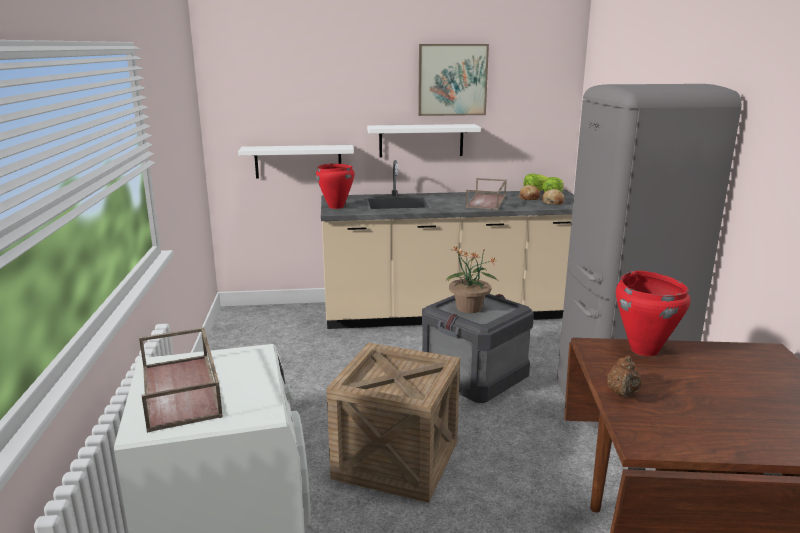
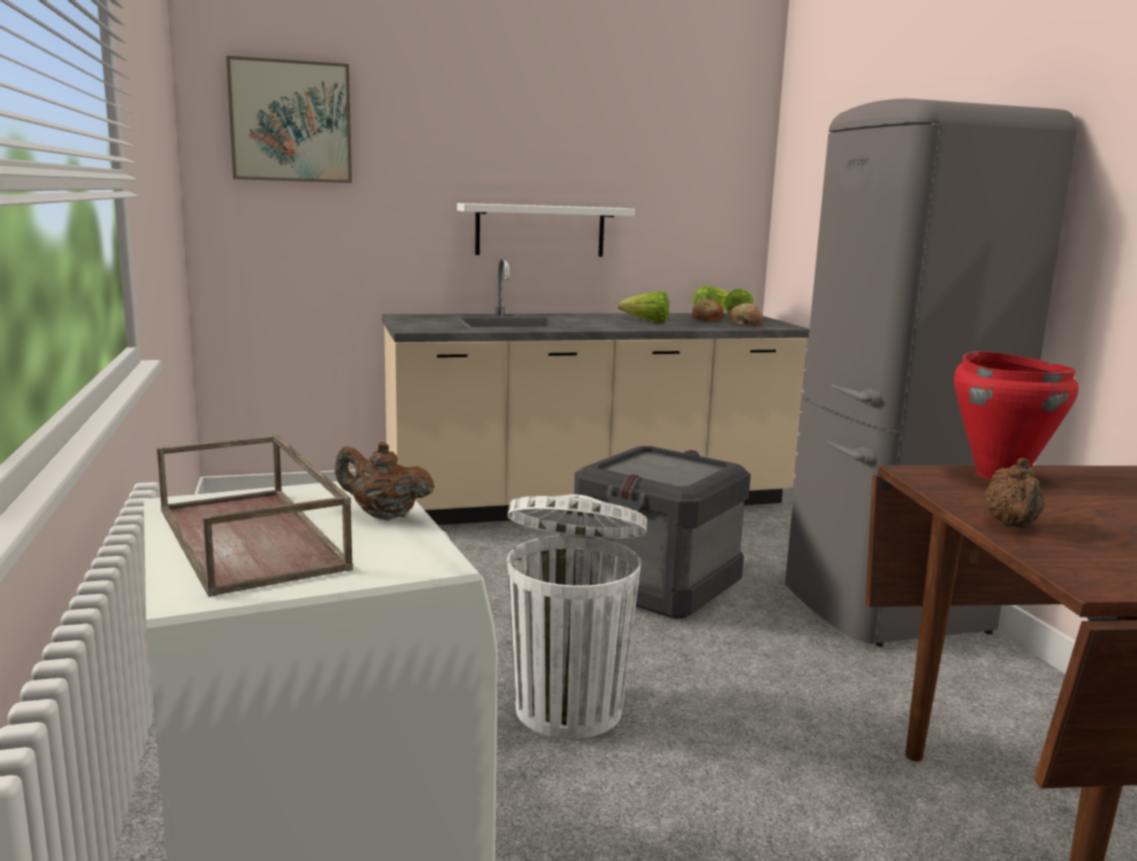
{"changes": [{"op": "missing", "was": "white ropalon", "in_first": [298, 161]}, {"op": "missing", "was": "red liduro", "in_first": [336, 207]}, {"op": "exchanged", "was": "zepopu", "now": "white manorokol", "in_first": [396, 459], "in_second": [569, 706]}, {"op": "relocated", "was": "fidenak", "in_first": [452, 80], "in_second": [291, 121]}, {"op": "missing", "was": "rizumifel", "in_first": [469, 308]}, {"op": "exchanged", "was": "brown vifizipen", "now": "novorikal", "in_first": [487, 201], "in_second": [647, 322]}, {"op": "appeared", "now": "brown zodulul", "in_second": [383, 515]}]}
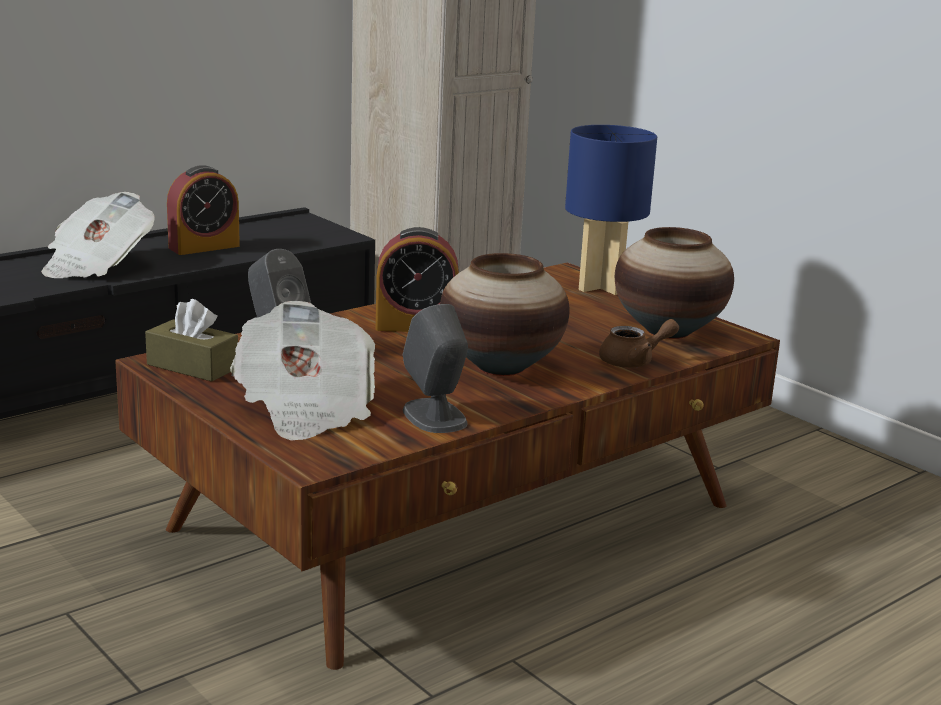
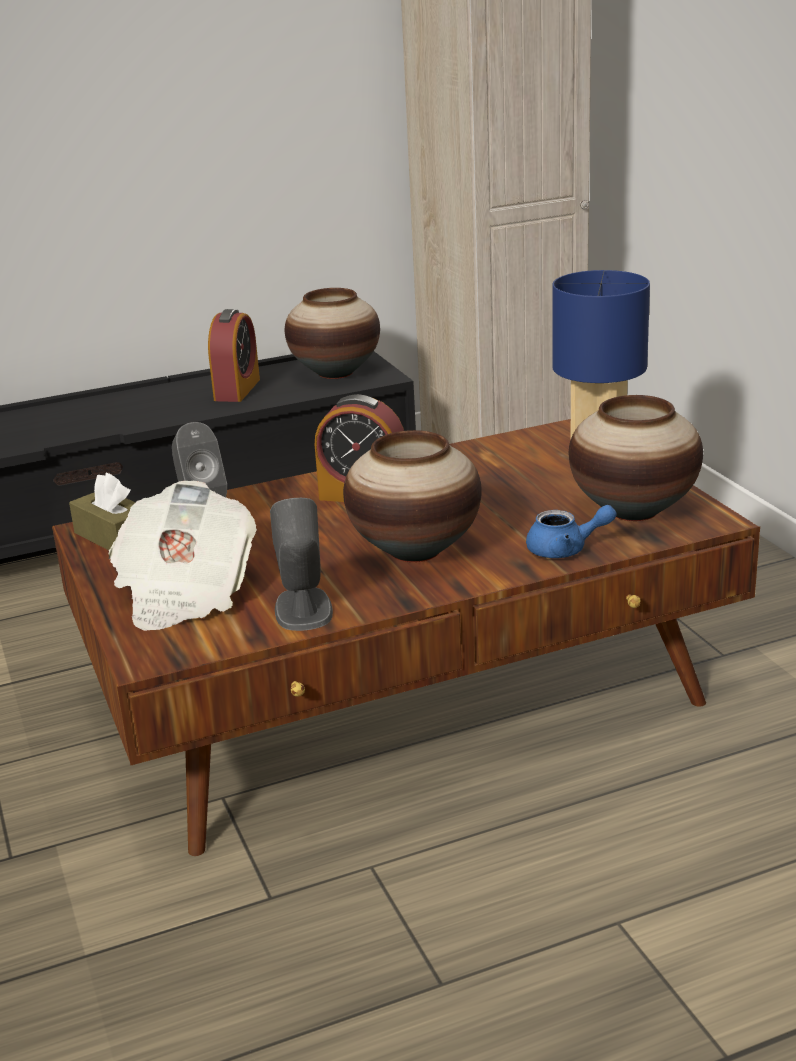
{"changes": [{"op": "missing", "was": "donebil", "in_first": [96, 266]}, {"op": "spun", "was": "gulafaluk", "in_first": [204, 247], "in_second": [237, 390], "clockwise": -60}, {"op": "colour", "was": "brown zodulul", "now": "blue zodulul", "in_first": [634, 361], "in_second": [565, 550]}, {"op": "appeared", "now": "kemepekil", "in_second": [336, 372]}]}
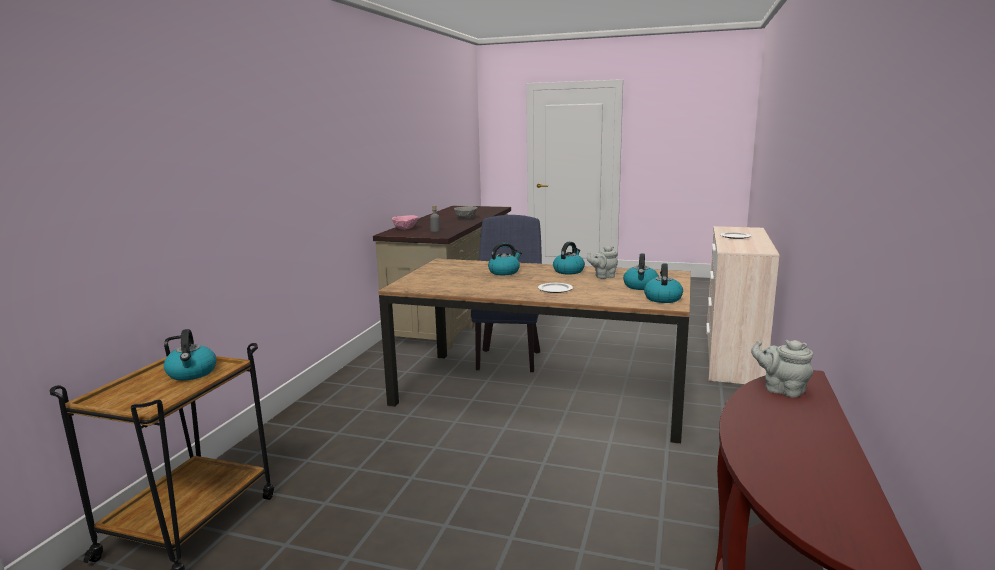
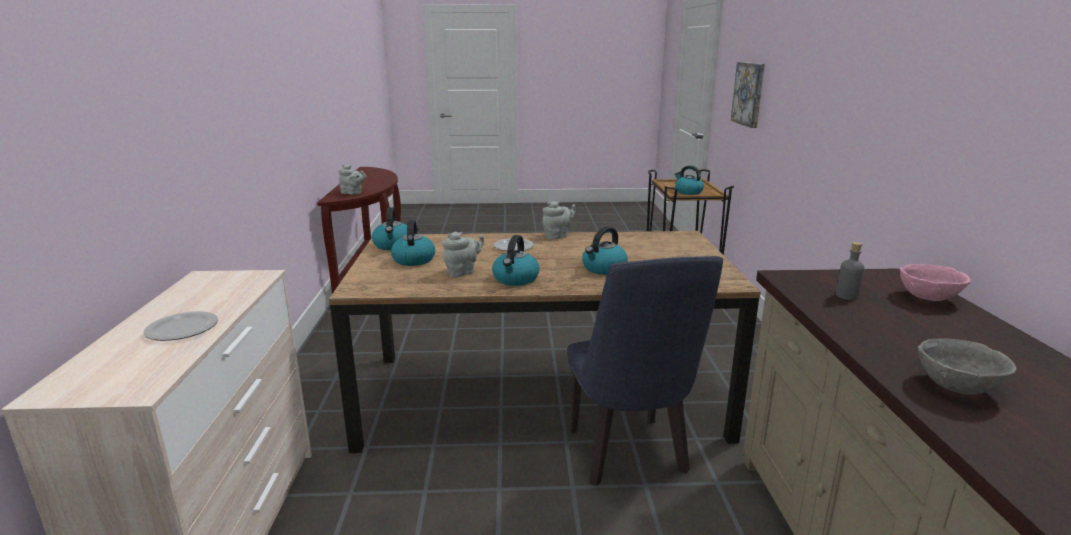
{"changes": [{"op": "appeared", "now": "grey zodulul", "in_second": [557, 236]}, {"op": "appeared", "now": "fidenak", "in_second": [749, 94]}]}
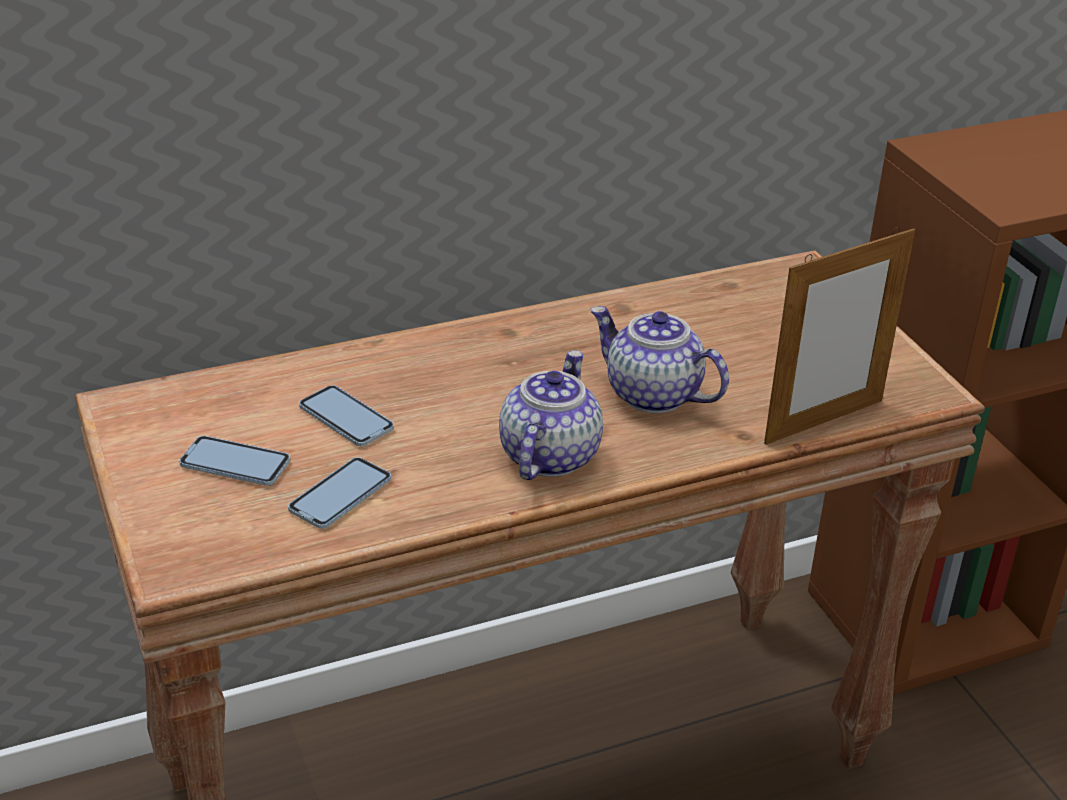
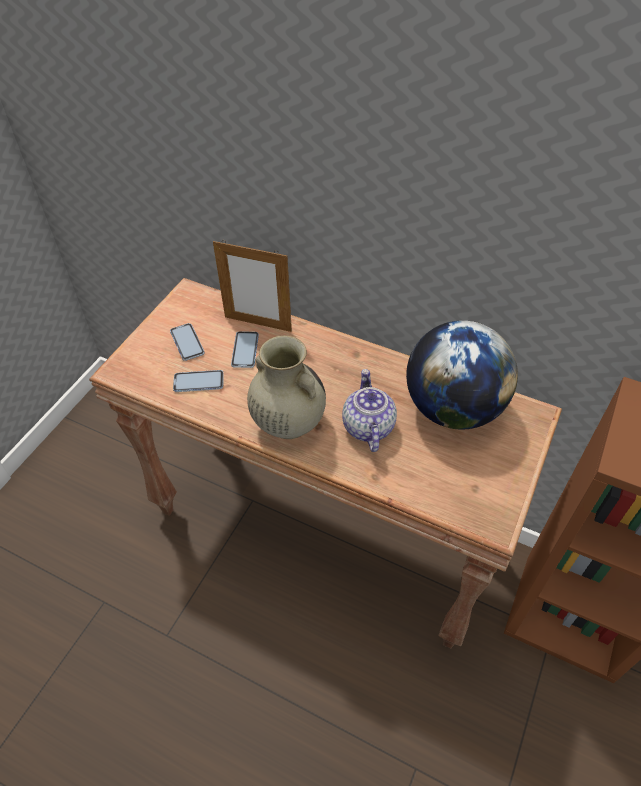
{"changes": [{"op": "exchanged", "was": "zodulul", "now": "beige kemepekil", "in_first": [548, 455], "in_second": [287, 422]}, {"op": "relocated", "was": "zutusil", "in_first": [823, 421], "in_second": [258, 324]}, {"op": "appeared", "now": "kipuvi", "in_second": [452, 408]}]}
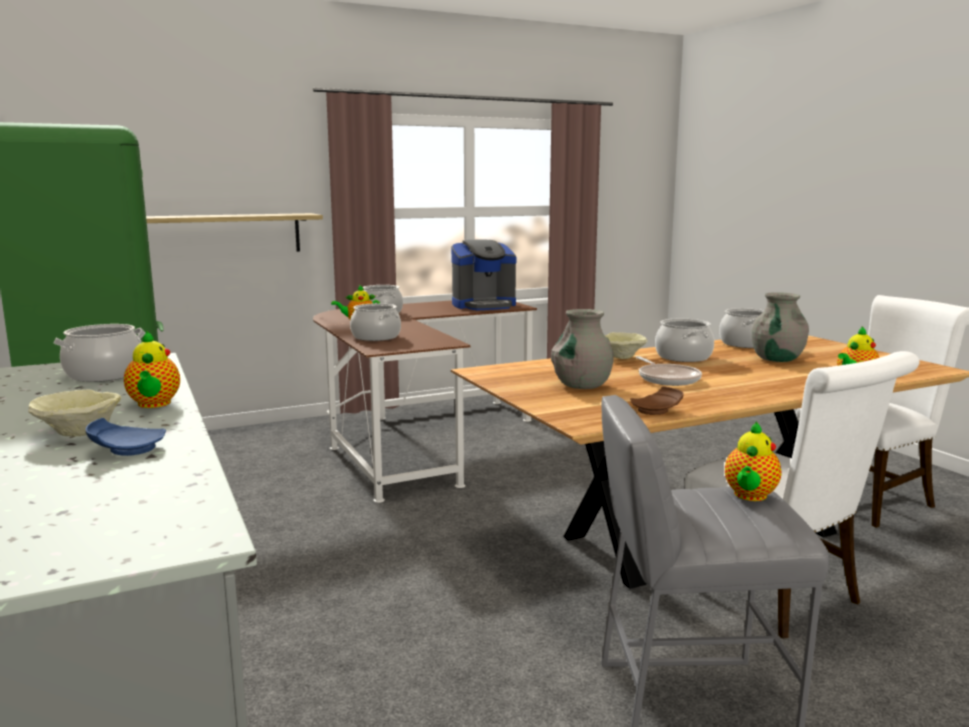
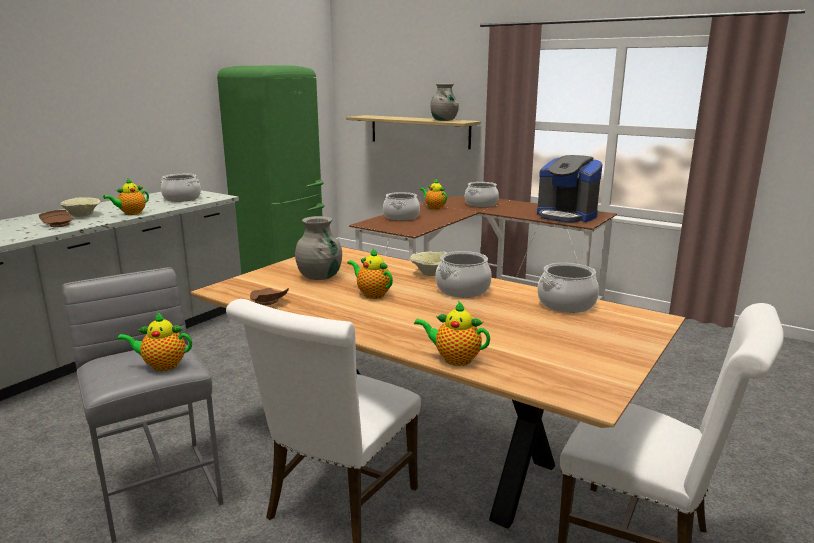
{"changes": [{"op": "colour", "was": "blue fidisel", "now": "brown fidisel", "in_first": [127, 449], "in_second": [59, 224]}, {"op": "exchanged", "was": "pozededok", "now": "zodulul", "in_first": [667, 378], "in_second": [372, 294]}, {"op": "relocated", "was": "grey kemepekil", "in_first": [777, 359], "in_second": [444, 120]}]}
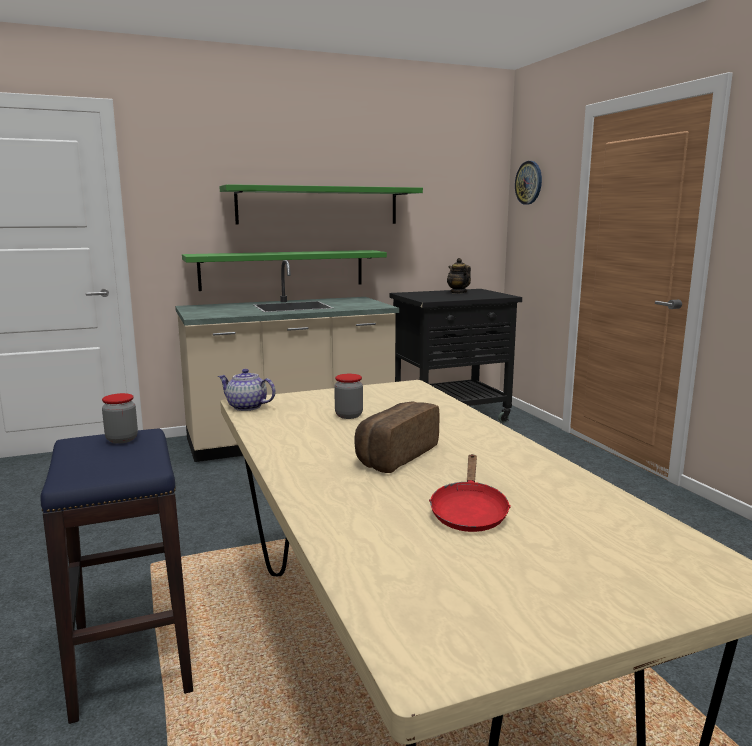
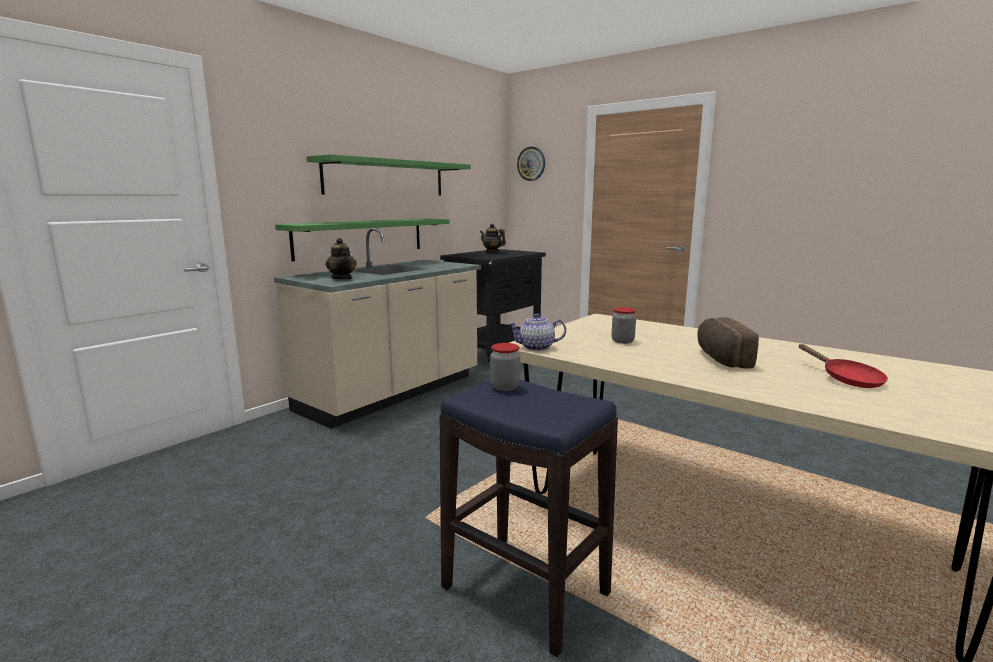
{"changes": [{"op": "appeared", "now": "zodulul", "in_second": [342, 278]}]}
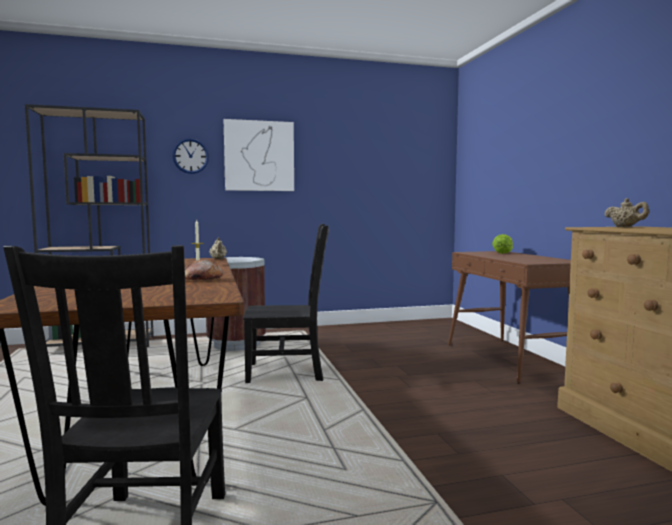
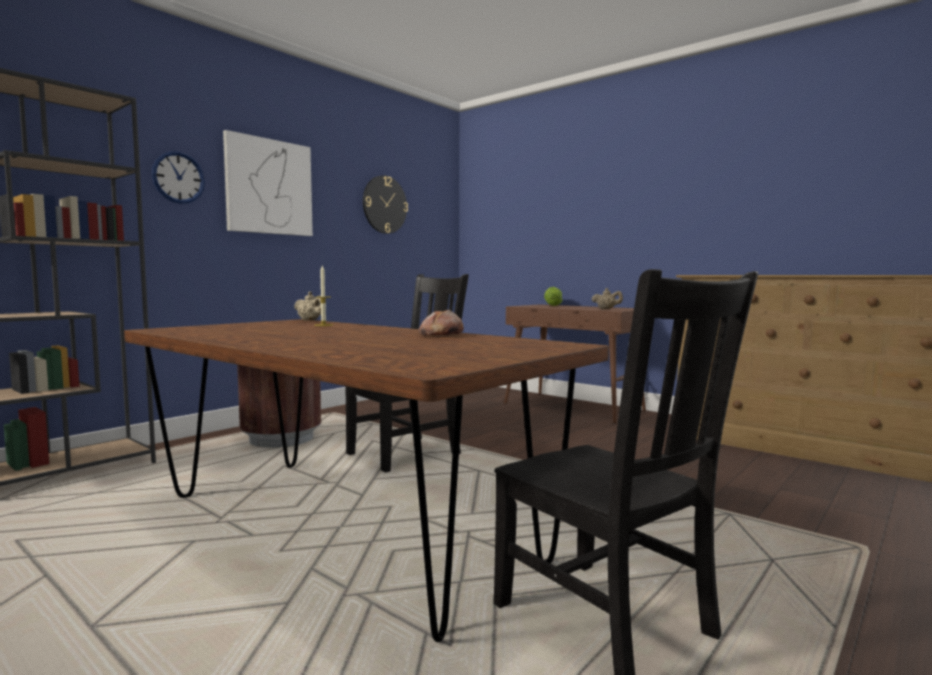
{"changes": [{"op": "relocated", "was": "beige zodulul", "in_first": [625, 227], "in_second": [606, 309]}, {"op": "appeared", "now": "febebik", "in_second": [384, 204]}]}
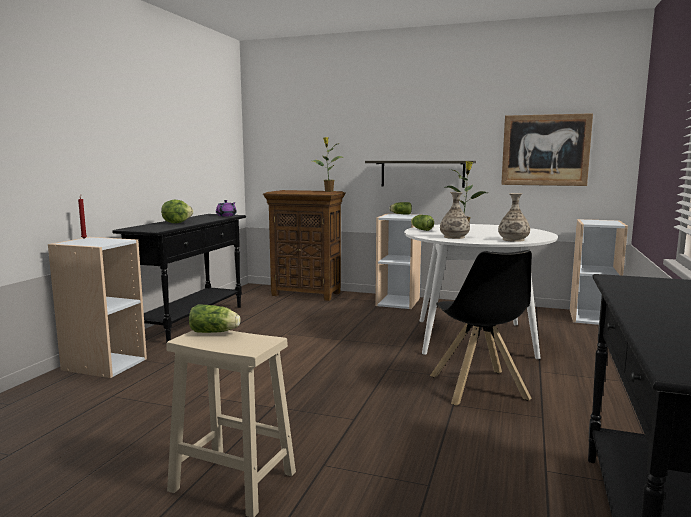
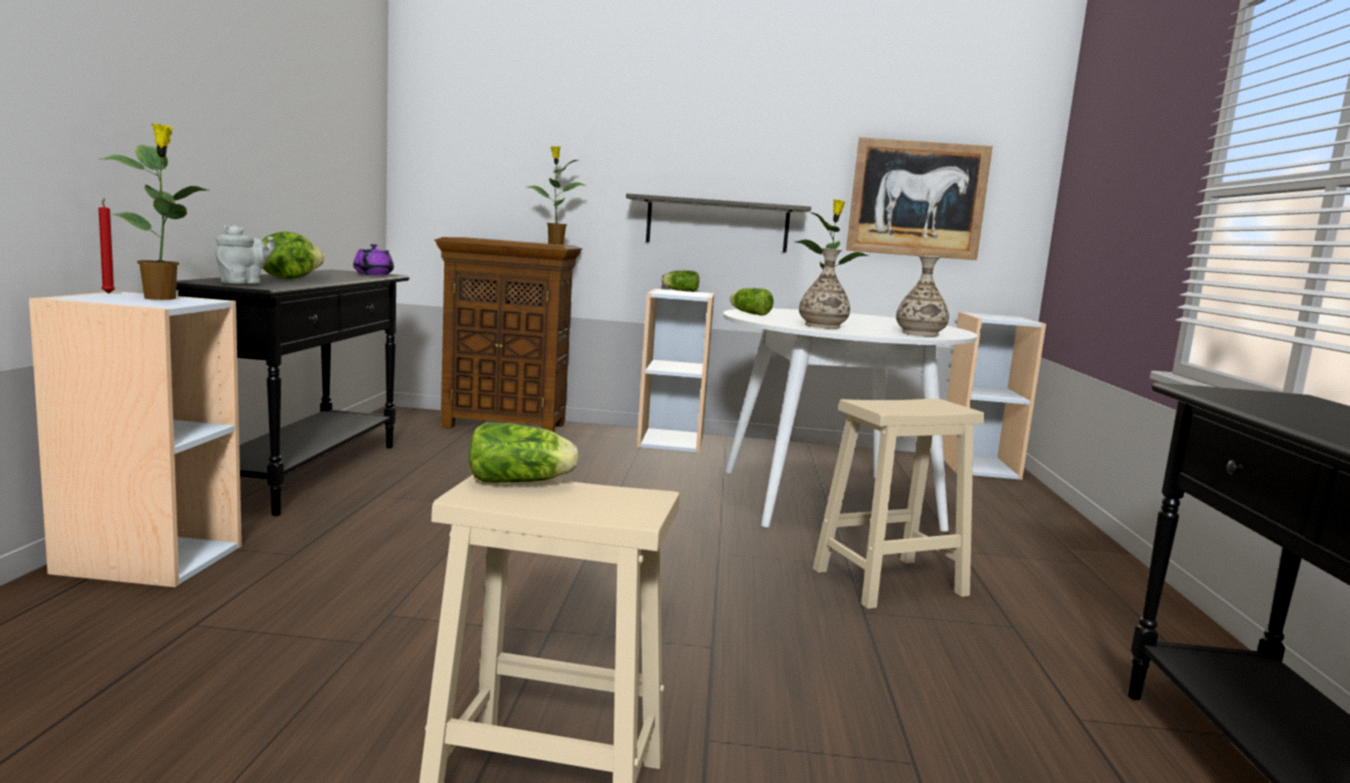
{"changes": [{"op": "exchanged", "was": "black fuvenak", "now": "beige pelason", "in_first": [479, 388], "in_second": [887, 582]}, {"op": "appeared", "now": "rizumifel", "in_second": [161, 298]}, {"op": "appeared", "now": "grey zodulul", "in_second": [244, 283]}]}
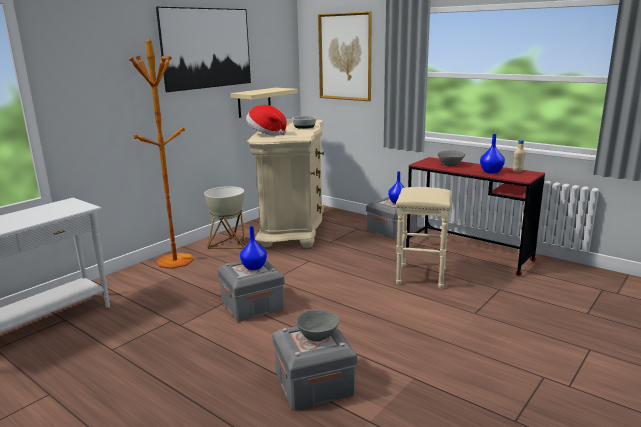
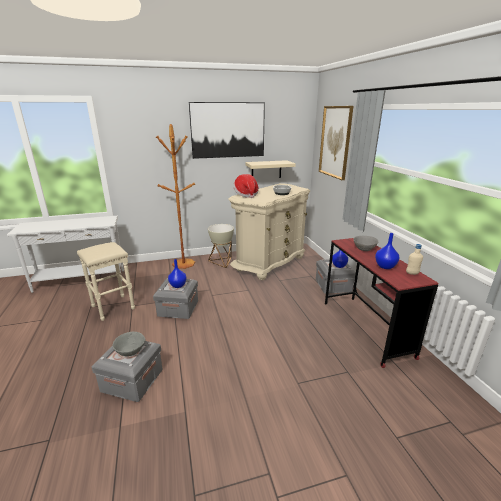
{"changes": [{"op": "relocated", "was": "beige pelason", "in_first": [420, 277], "in_second": [112, 307]}]}
